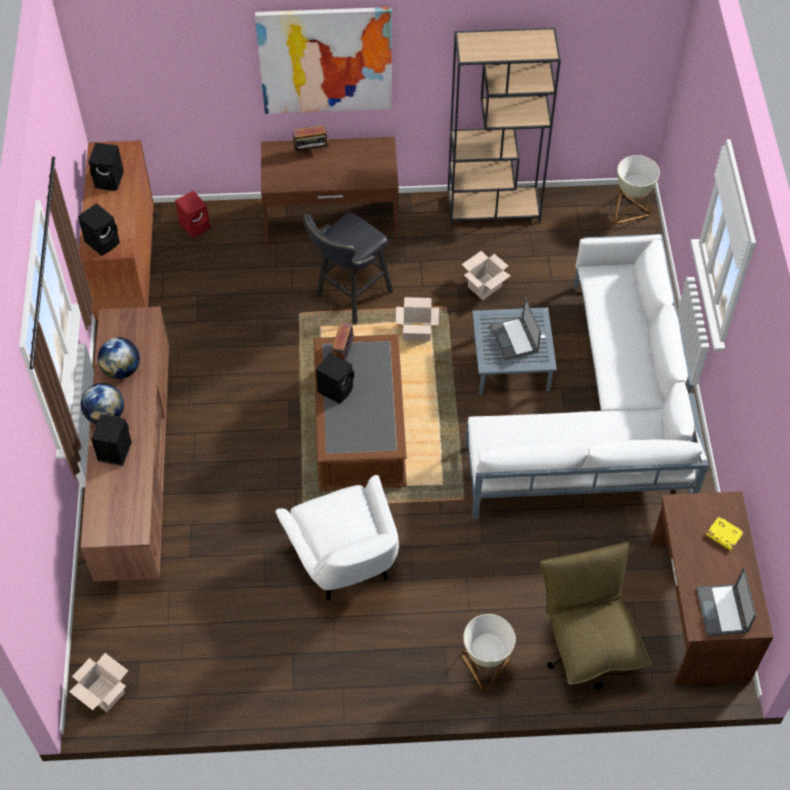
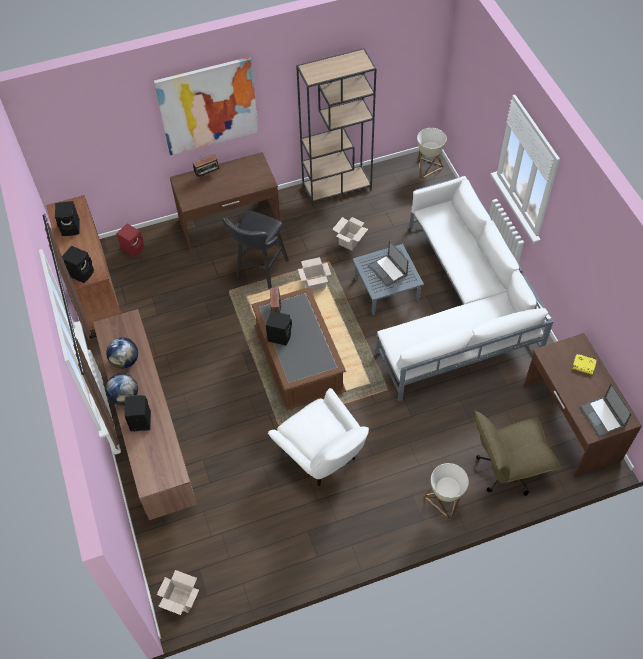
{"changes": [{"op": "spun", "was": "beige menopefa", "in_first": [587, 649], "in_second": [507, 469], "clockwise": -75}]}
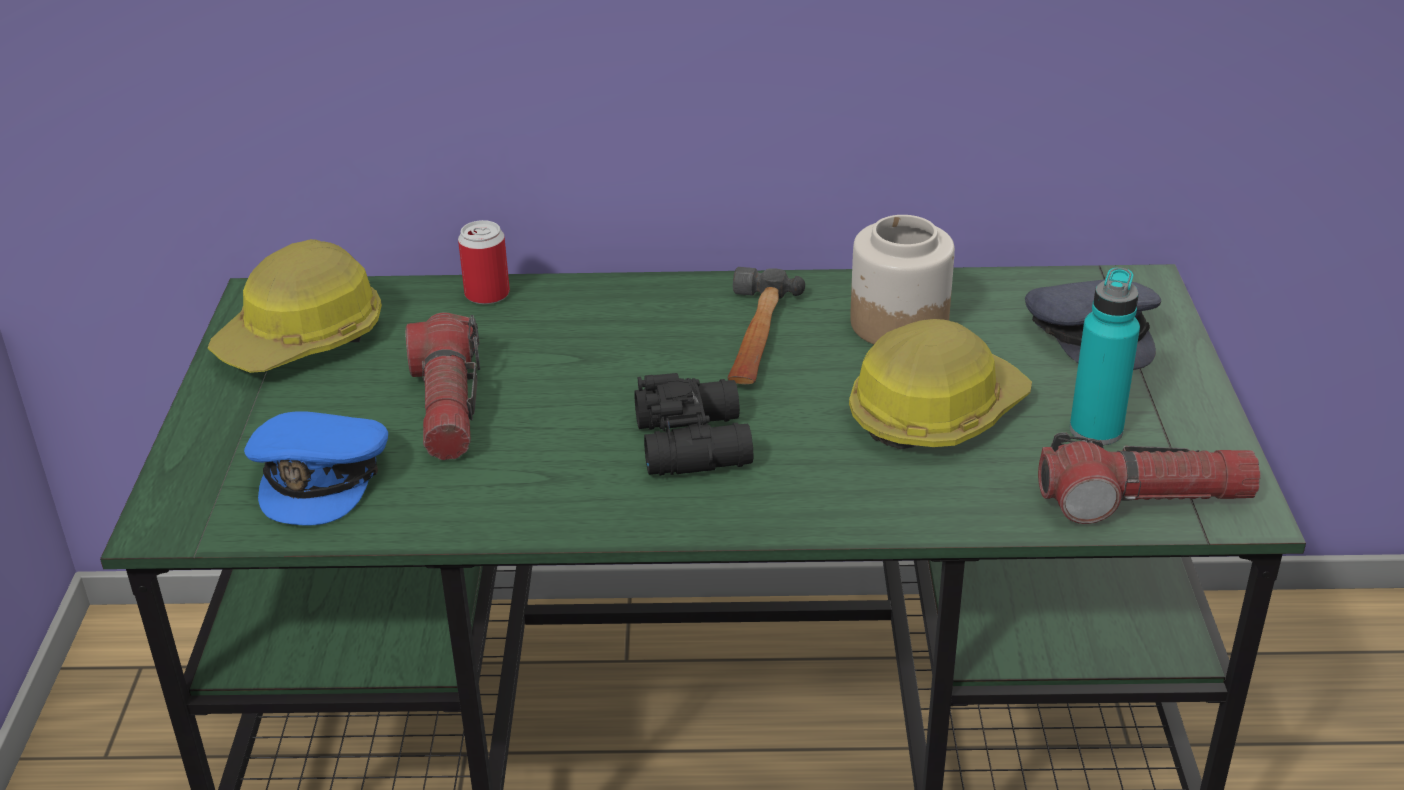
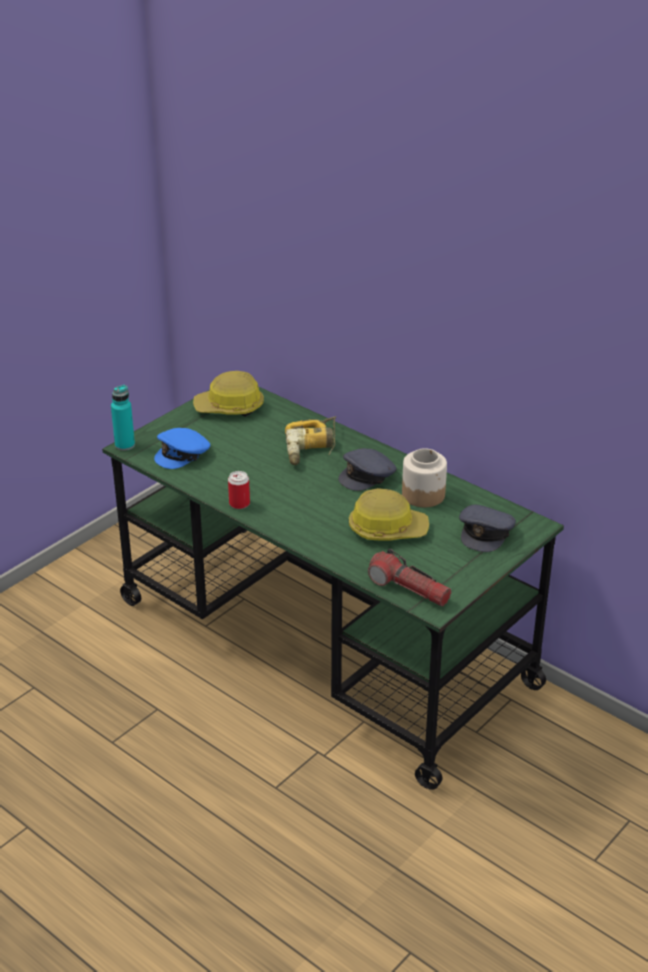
{"changes": [{"op": "missing", "was": "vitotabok", "in_first": [448, 406]}, {"op": "relocated", "was": "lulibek", "in_first": [487, 294], "in_second": [239, 503]}, {"op": "missing", "was": "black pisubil", "in_first": [695, 442]}, {"op": "exchanged", "was": "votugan", "now": "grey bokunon", "in_first": [755, 337], "in_second": [367, 475]}, {"op": "relocated", "was": "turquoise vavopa", "in_first": [1096, 430], "in_second": [125, 445]}, {"op": "appeared", "now": "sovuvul", "in_second": [312, 448]}]}
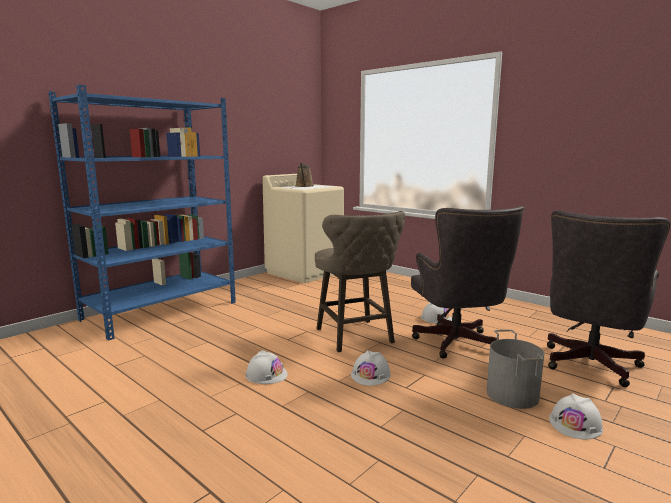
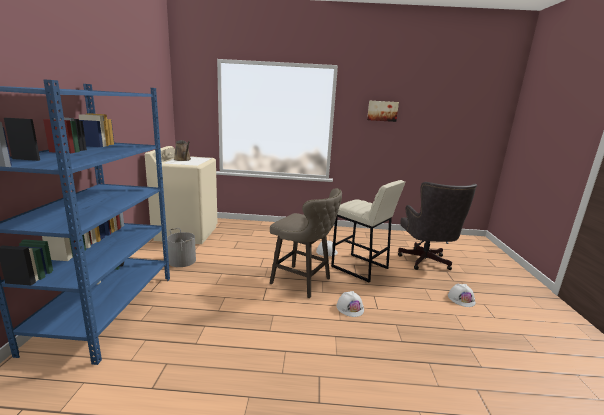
{"changes": [{"op": "missing", "was": "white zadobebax", "in_first": [266, 374]}, {"op": "exchanged", "was": "grey menopefa", "now": "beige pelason", "in_first": [458, 344], "in_second": [361, 268]}, {"op": "relocated", "was": "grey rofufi", "in_first": [513, 394], "in_second": [182, 261]}, {"op": "appeared", "now": "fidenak", "in_second": [382, 111]}]}
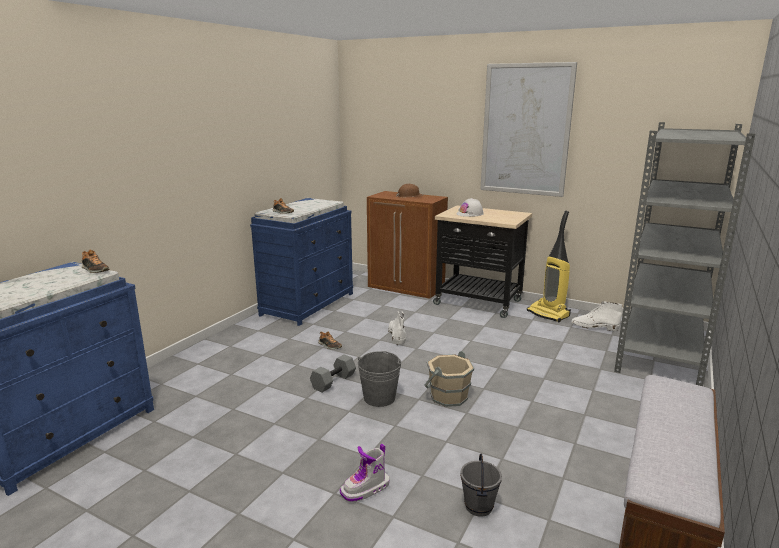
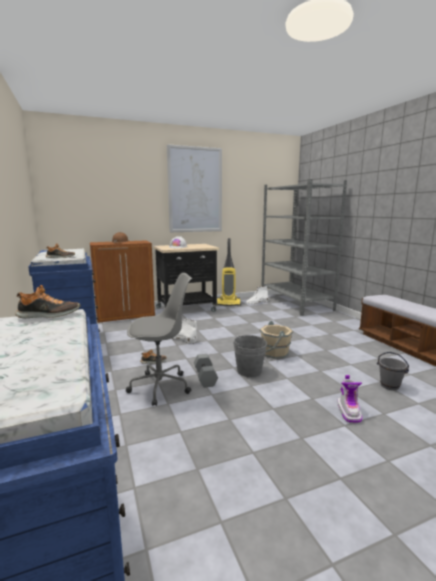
{"changes": [{"op": "appeared", "now": "grey menopefa", "in_second": [162, 387]}]}
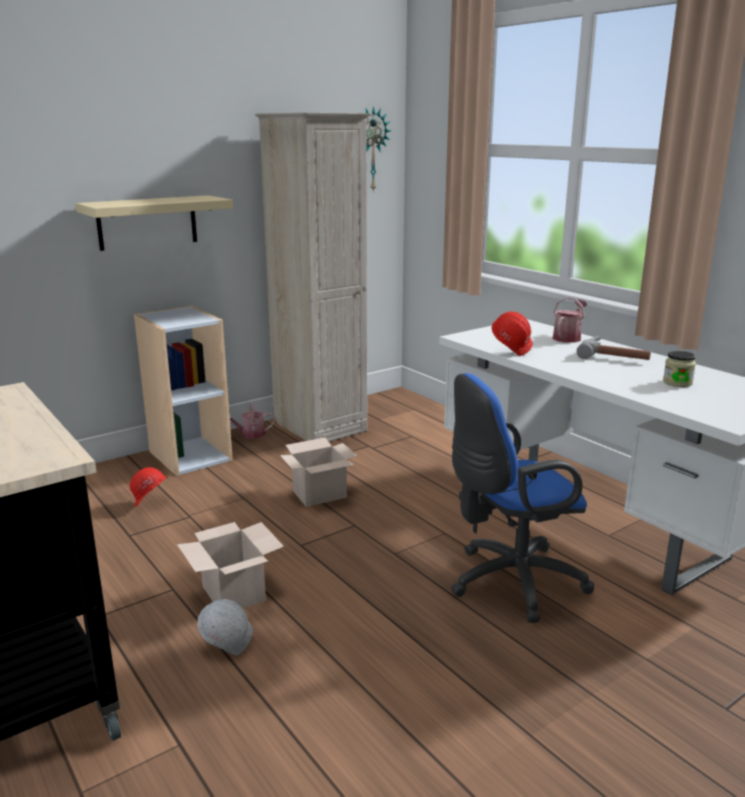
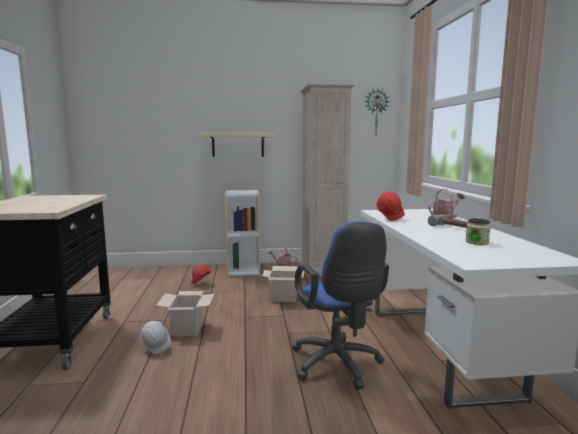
{"changes": [{"op": "spun", "was": "blue menopefa", "in_first": [510, 582], "in_second": [338, 366], "clockwise": -120}]}
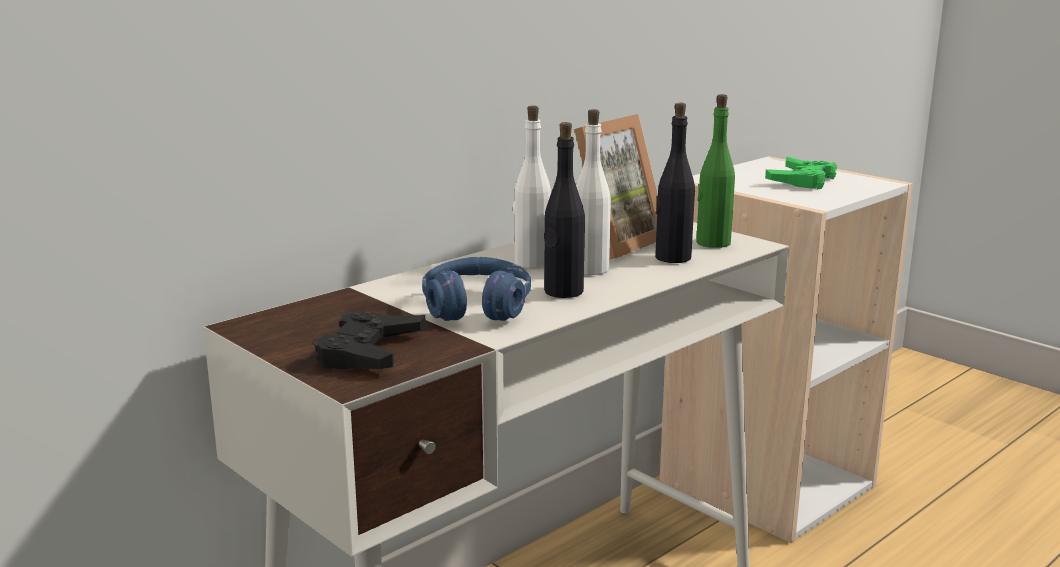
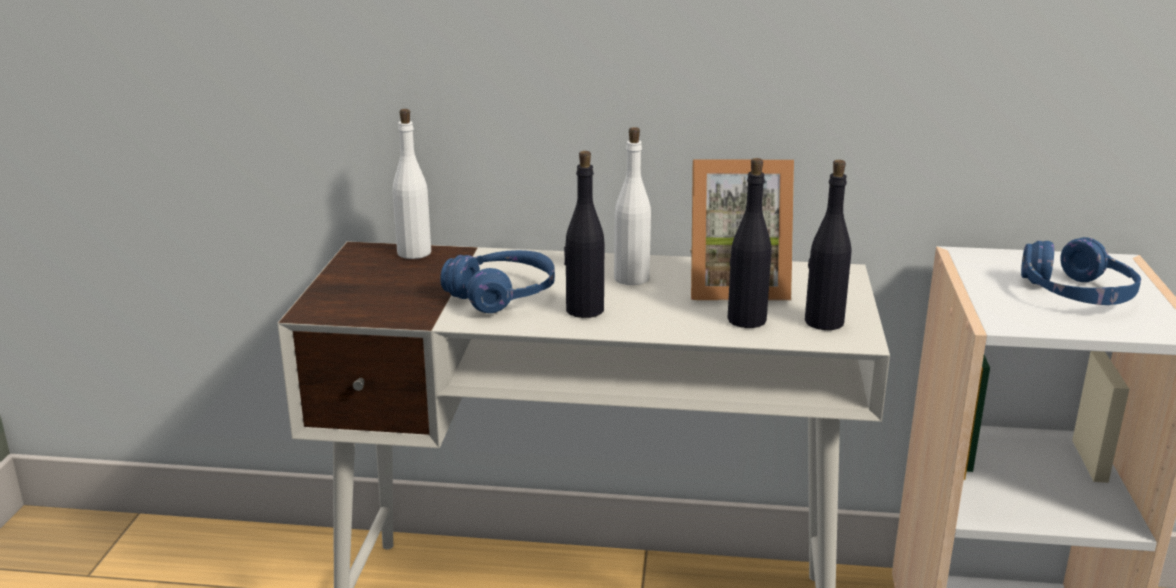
{"changes": [{"op": "missing", "was": "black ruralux", "in_first": [369, 352]}, {"op": "relocated", "was": "white vavopa", "in_first": [589, 269], "in_second": [414, 252]}, {"op": "colour", "was": "green vavopa", "now": "black vavopa", "in_first": [712, 243], "in_second": [823, 322]}, {"op": "exchanged", "was": "green ruralux", "now": "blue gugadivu", "in_first": [802, 180], "in_second": [1076, 294]}]}
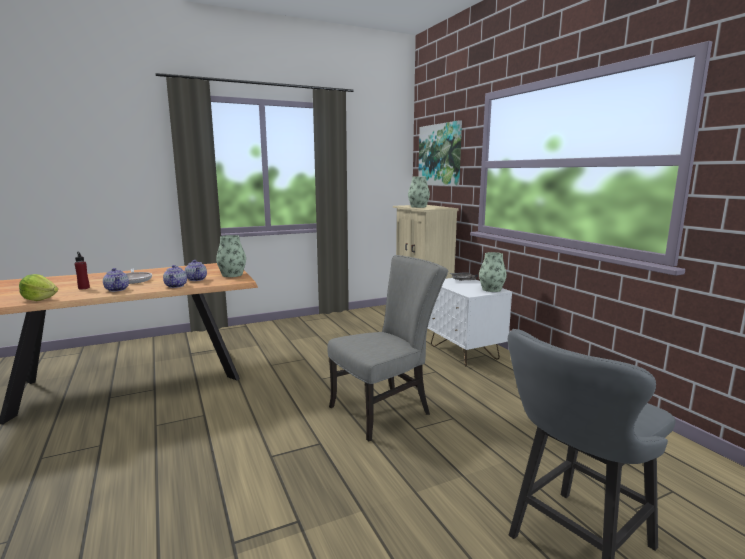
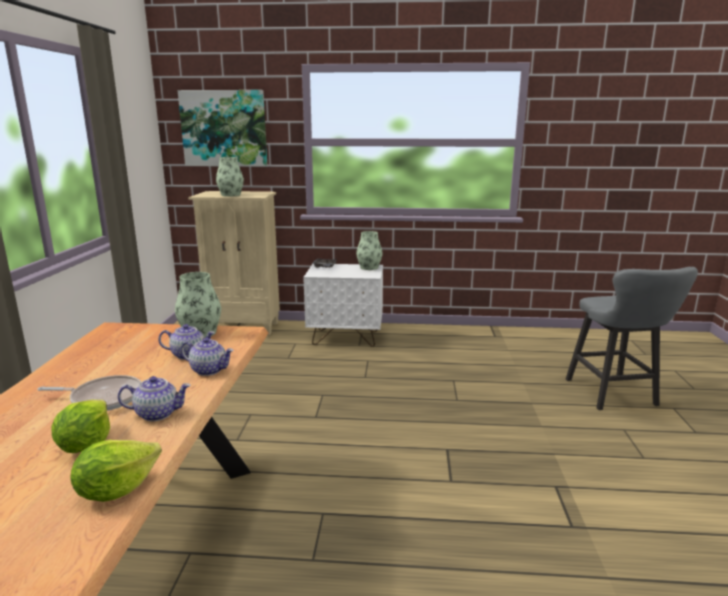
{"changes": [{"op": "exchanged", "was": "red vavopa", "now": "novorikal", "in_first": [84, 288], "in_second": [86, 444]}, {"op": "missing", "was": "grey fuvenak", "in_first": [385, 409]}]}
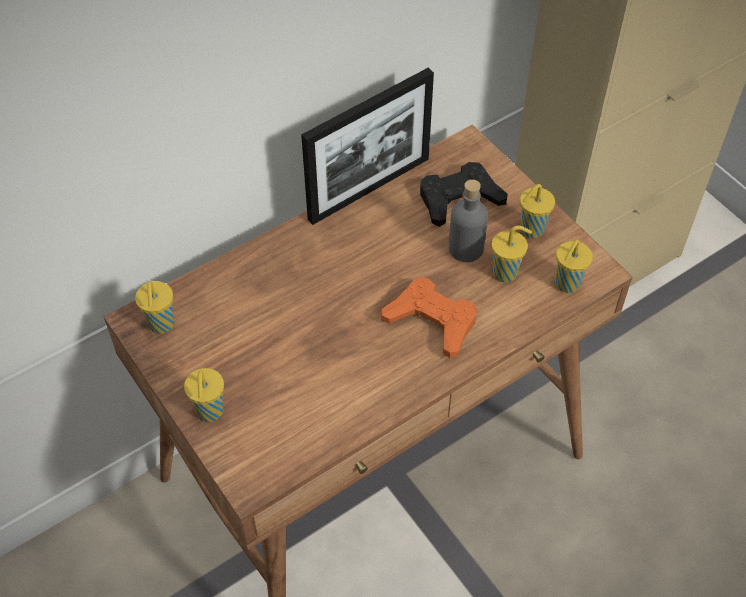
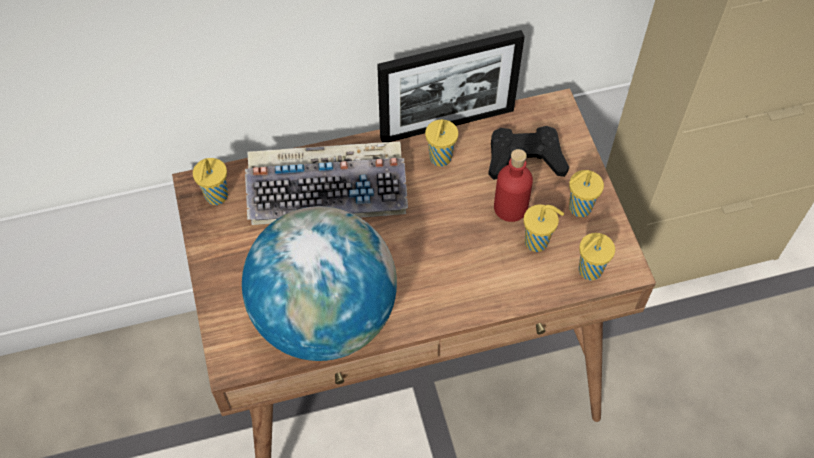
{"changes": [{"op": "relocated", "was": "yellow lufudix", "in_first": [210, 412], "in_second": [440, 159]}, {"op": "missing", "was": "orange ruralux", "in_first": [432, 321]}, {"op": "colour", "was": "grey vavopa", "now": "red vavopa", "in_first": [465, 248], "in_second": [510, 207]}, {"op": "appeared", "now": "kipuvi", "in_second": [325, 316]}, {"op": "appeared", "now": "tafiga", "in_second": [329, 190]}]}
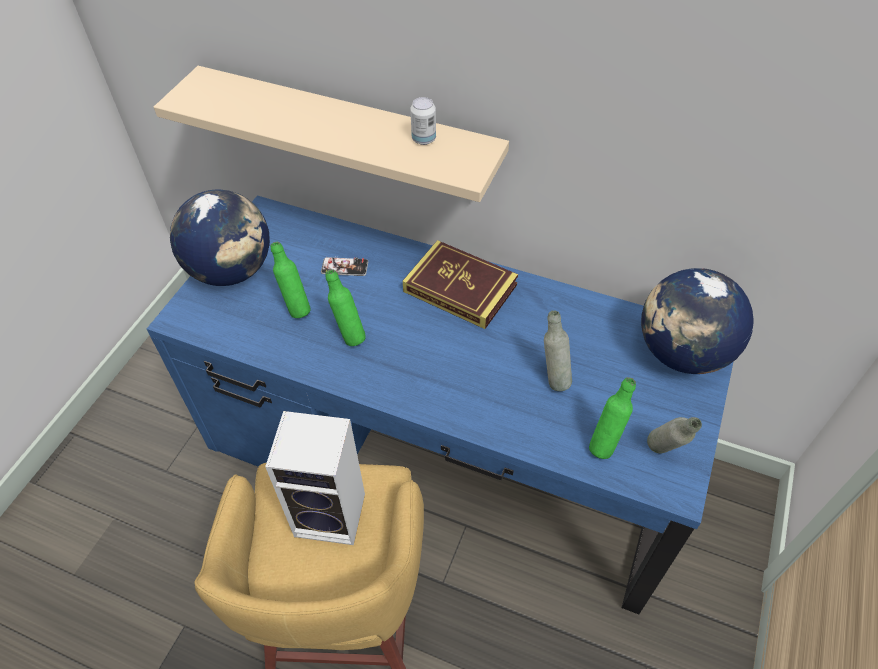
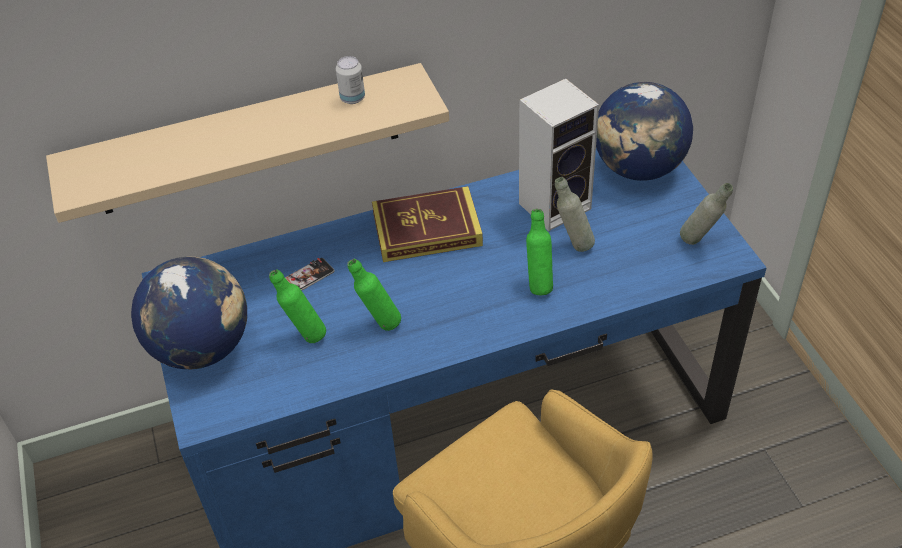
{"changes": [{"op": "relocated", "was": "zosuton", "in_first": [333, 514], "in_second": [556, 204]}, {"op": "relocated", "was": "green vavopa", "in_first": [605, 444], "in_second": [538, 284]}]}
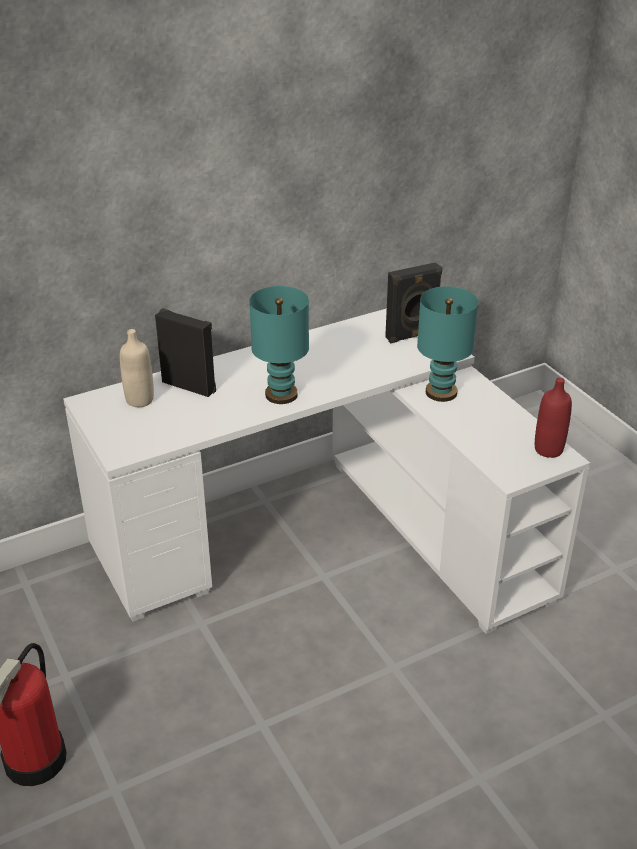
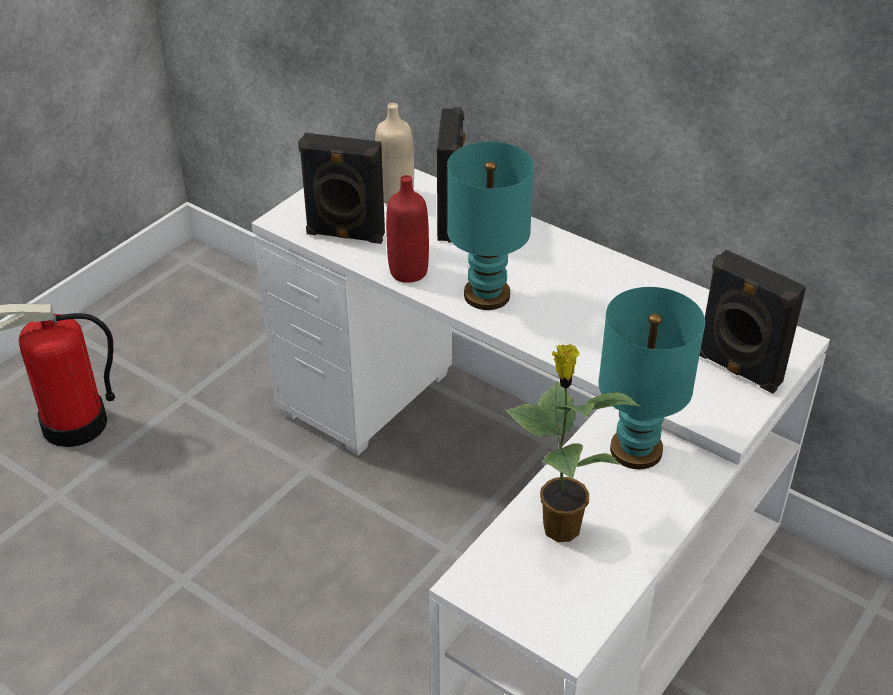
{"changes": [{"op": "relocated", "was": "red vavopa", "in_first": [548, 449], "in_second": [408, 272]}, {"op": "appeared", "now": "black zosuton", "in_second": [345, 235]}, {"op": "appeared", "now": "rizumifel", "in_second": [559, 526]}]}
